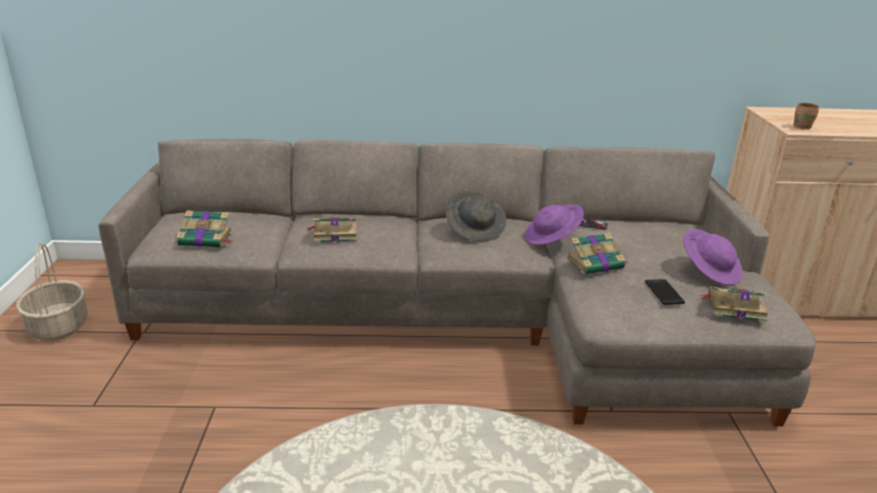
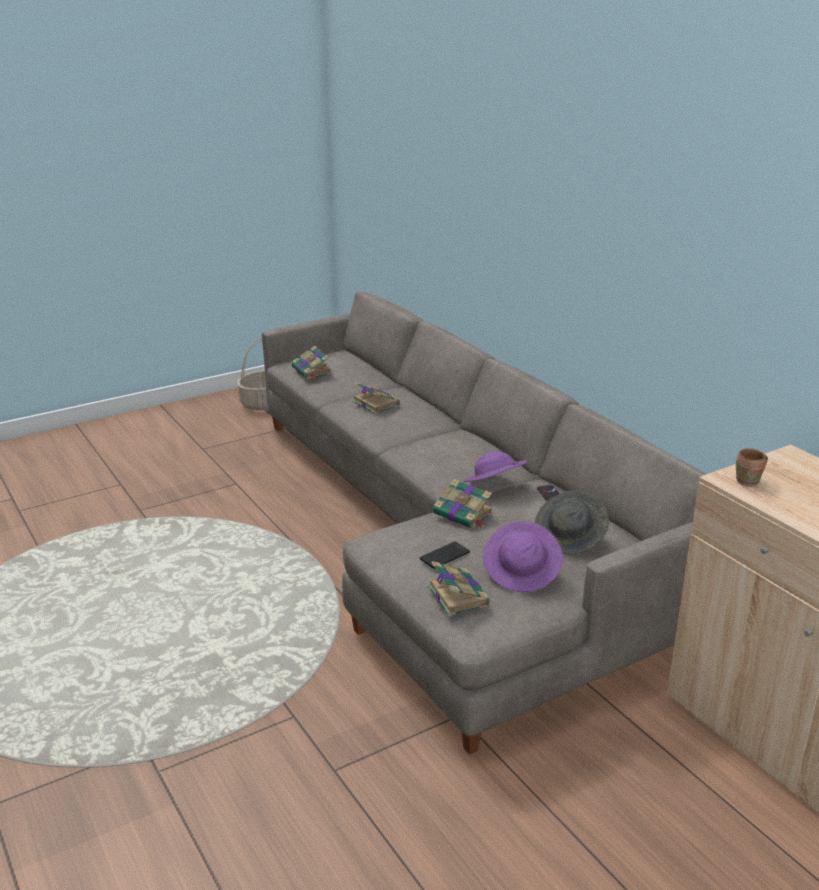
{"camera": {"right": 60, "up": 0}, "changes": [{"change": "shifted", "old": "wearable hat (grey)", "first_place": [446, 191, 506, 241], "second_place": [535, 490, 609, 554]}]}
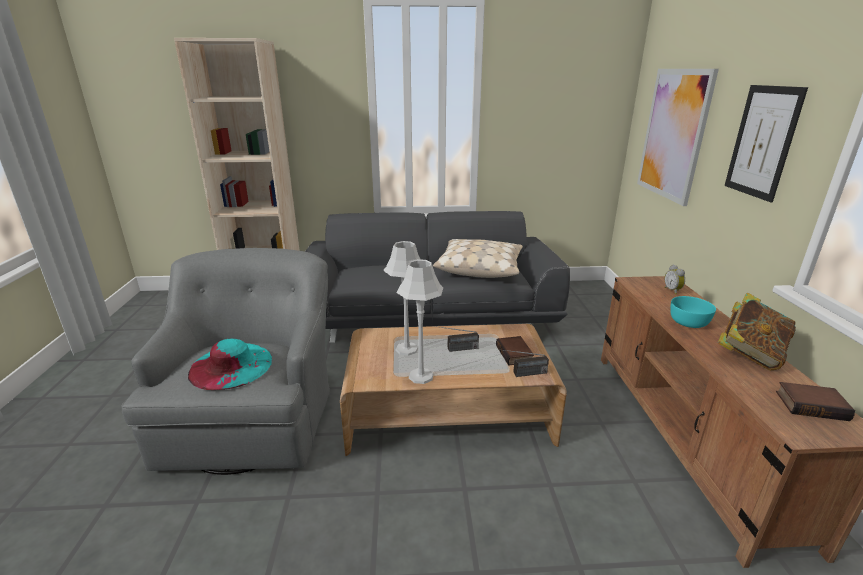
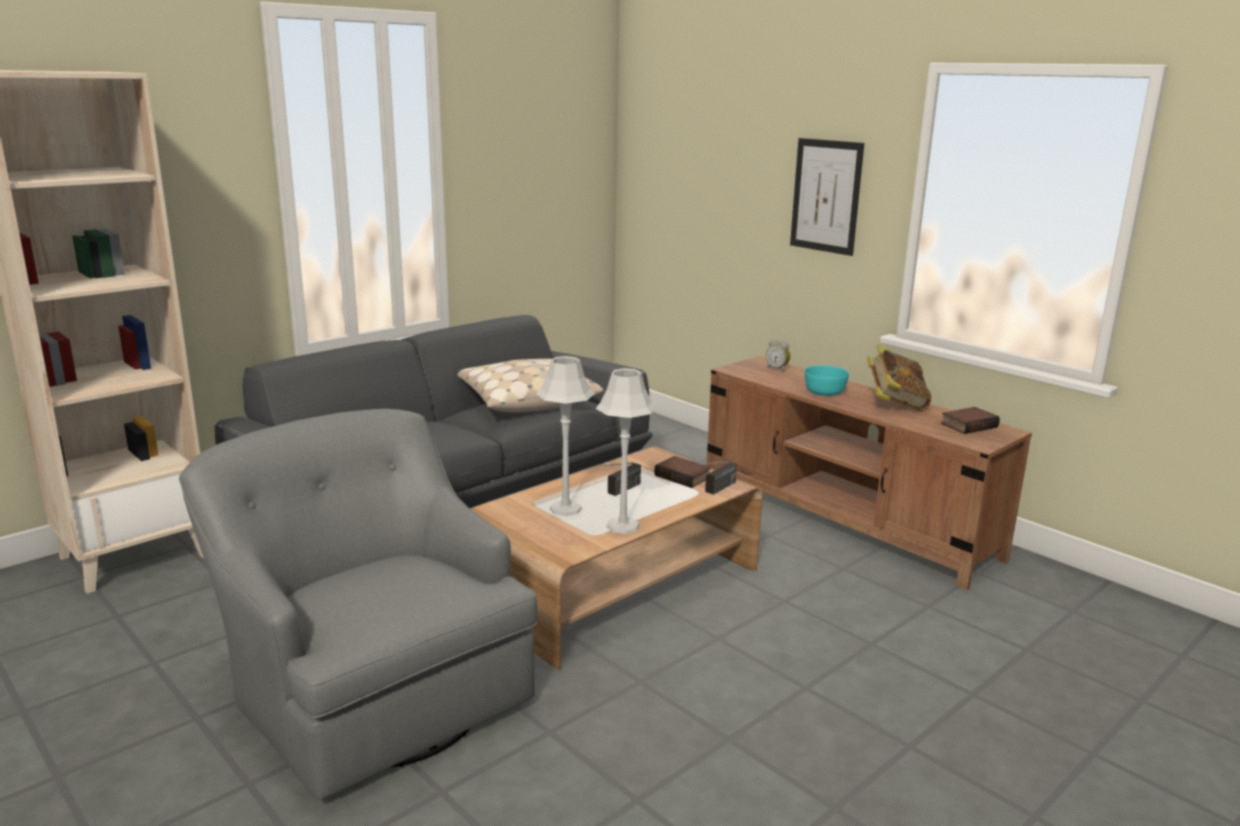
{"camera": {"right": -40, "up": -5}, "changes": [{"change": "gone", "old": "wearable hat (turquoise)", "first_place": [188, 339, 272, 390]}, {"change": "gone", "old": "wall art", "first_place": [637, 69, 719, 206]}]}
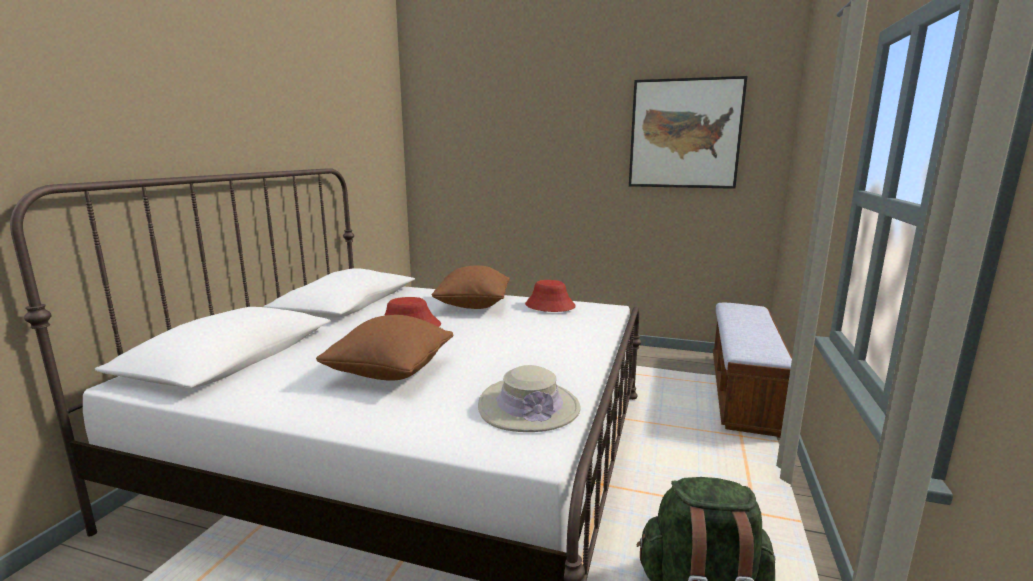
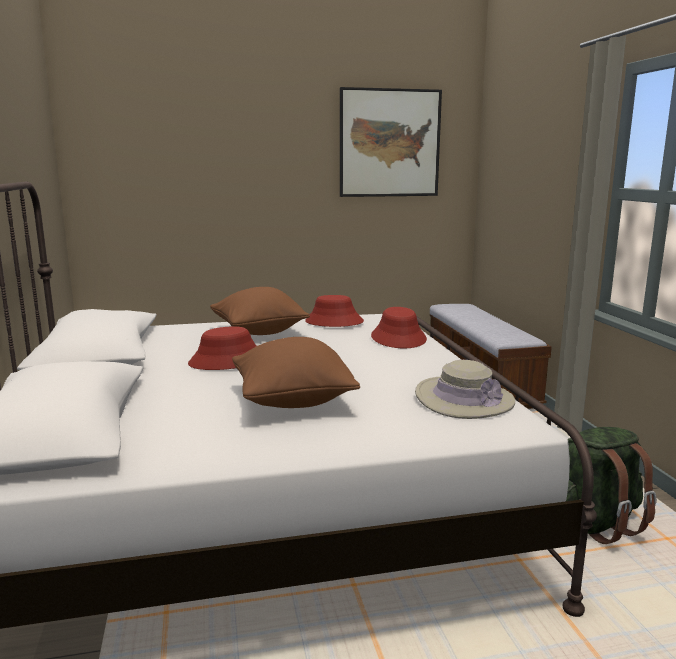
{"camera": {"right": -30, "up": 0}, "changes": [{"change": "new", "new": "wearable hat (red)", "second_place": [371, 307, 427, 348]}]}
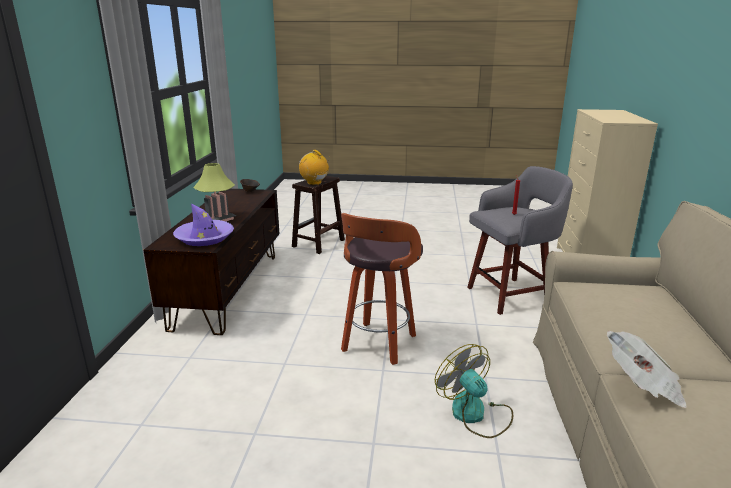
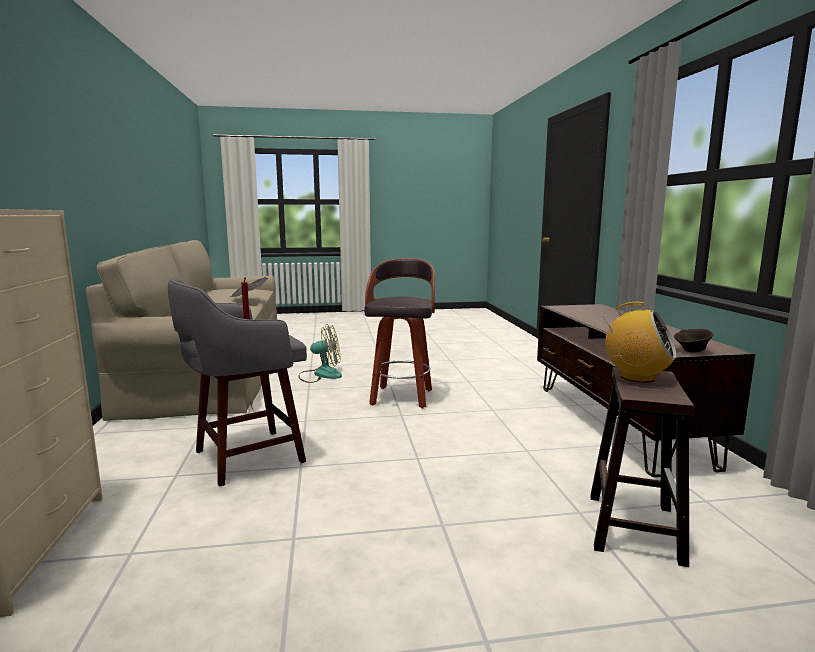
{"camera": {"right": 165, "up": -10}, "changes": [{"change": "gone", "old": "wearable hat (purple)", "first_place": [173, 204, 234, 246]}, {"change": "gone", "old": "lamp for a table", "first_place": [193, 163, 236, 221]}, {"change": "rotated", "old": "cooling fan", "first_place": [435, 344, 513, 438], "second_place": [298, 324, 342, 383], "degrees": -45}]}
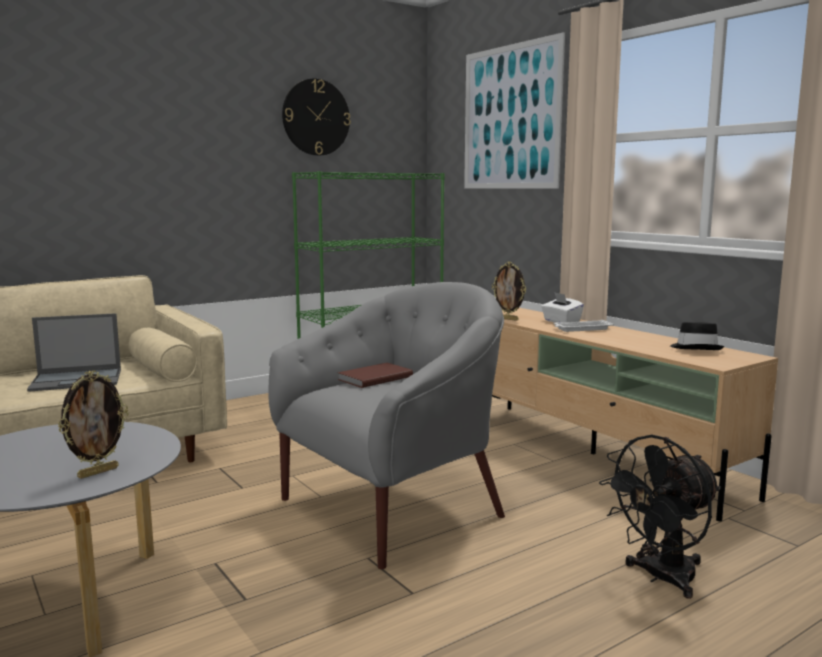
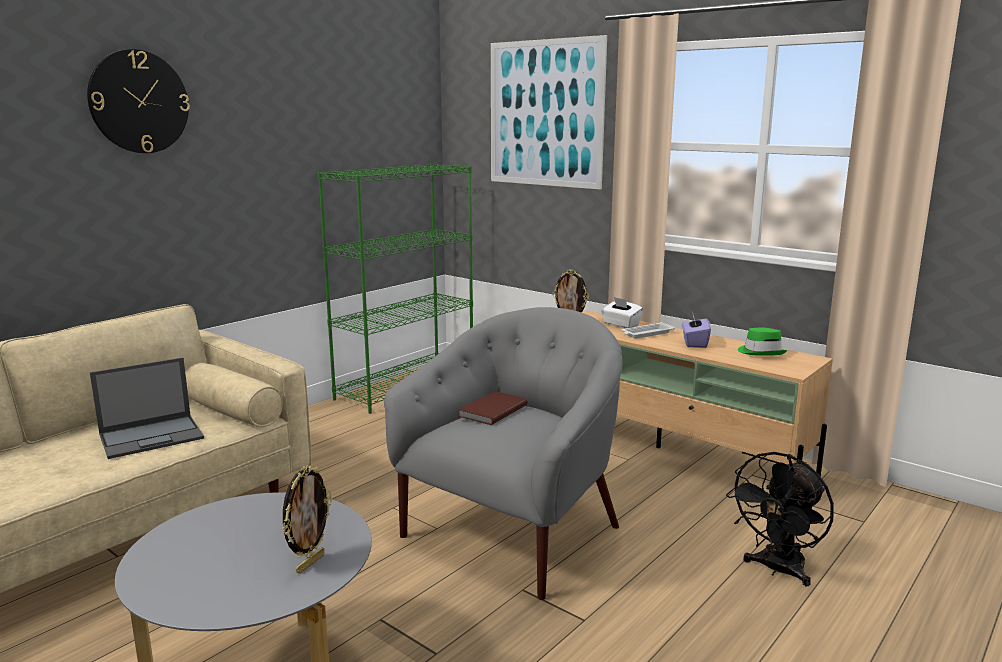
{"camera": {"right": -15, "up": 5}, "changes": [{"change": "new", "new": "box of tissues (purple)", "second_place": [682, 311, 711, 348]}, {"change": "shifted", "old": "clock on the wall", "first_place": [282, 78, 351, 156], "second_place": [87, 49, 190, 153]}, {"change": "repainted", "old": "wearable hat (black)", "new": "wearable hat (green-coloured)", "first_place": [670, 322, 724, 350], "second_place": [738, 327, 787, 356]}]}
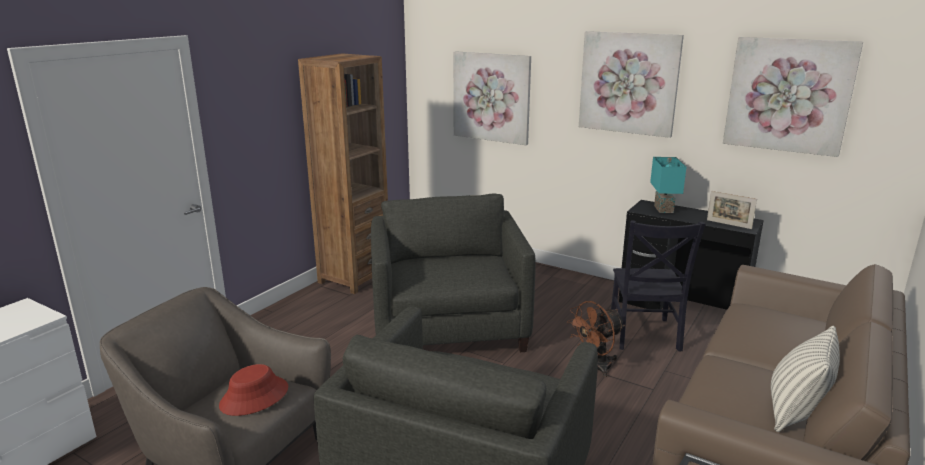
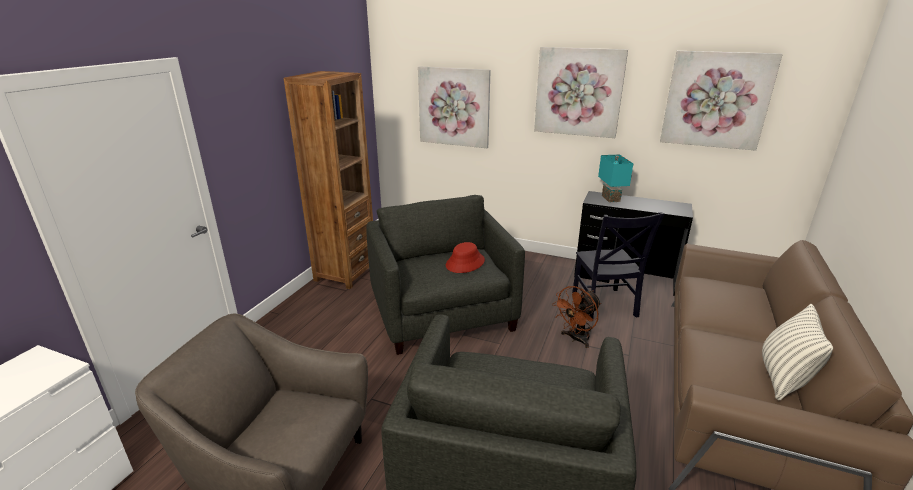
{"camera": {"right": -10, "up": 5}, "changes": [{"change": "gone", "old": "picture frame", "first_place": [707, 191, 757, 229]}, {"change": "shifted", "old": "wearable hat (red)", "first_place": [219, 364, 288, 416], "second_place": [446, 242, 485, 273]}]}
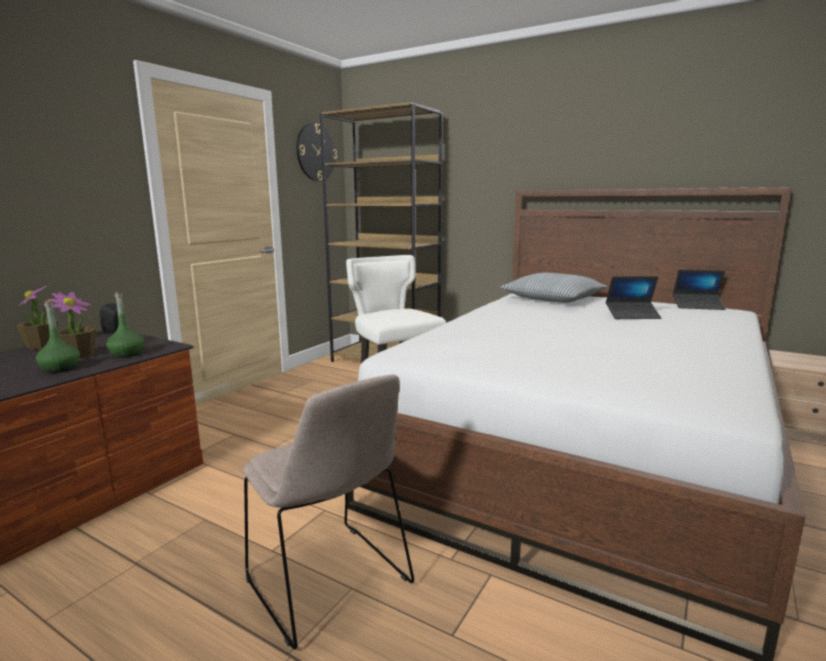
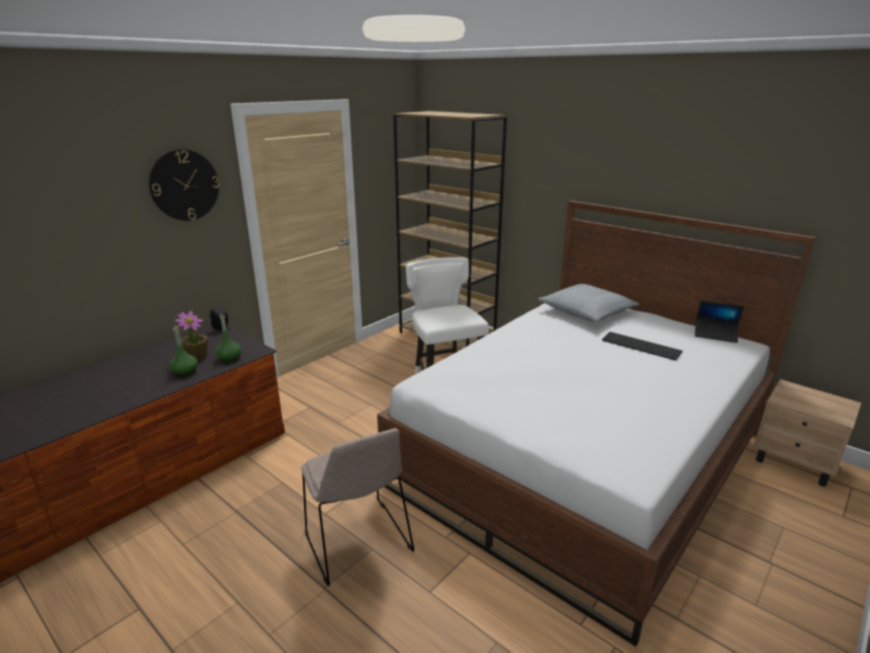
{"camera": {"right": 10, "up": 10}, "changes": [{"change": "gone", "old": "potted plant", "first_place": [16, 286, 58, 350]}, {"change": "shifted", "old": "clock on the wall", "first_place": [296, 122, 337, 181], "second_place": [149, 149, 220, 221]}, {"change": "swapped", "old": "notebook computer", "new": "PC keyboard", "first_place": [606, 276, 662, 319], "second_place": [602, 332, 683, 361]}]}
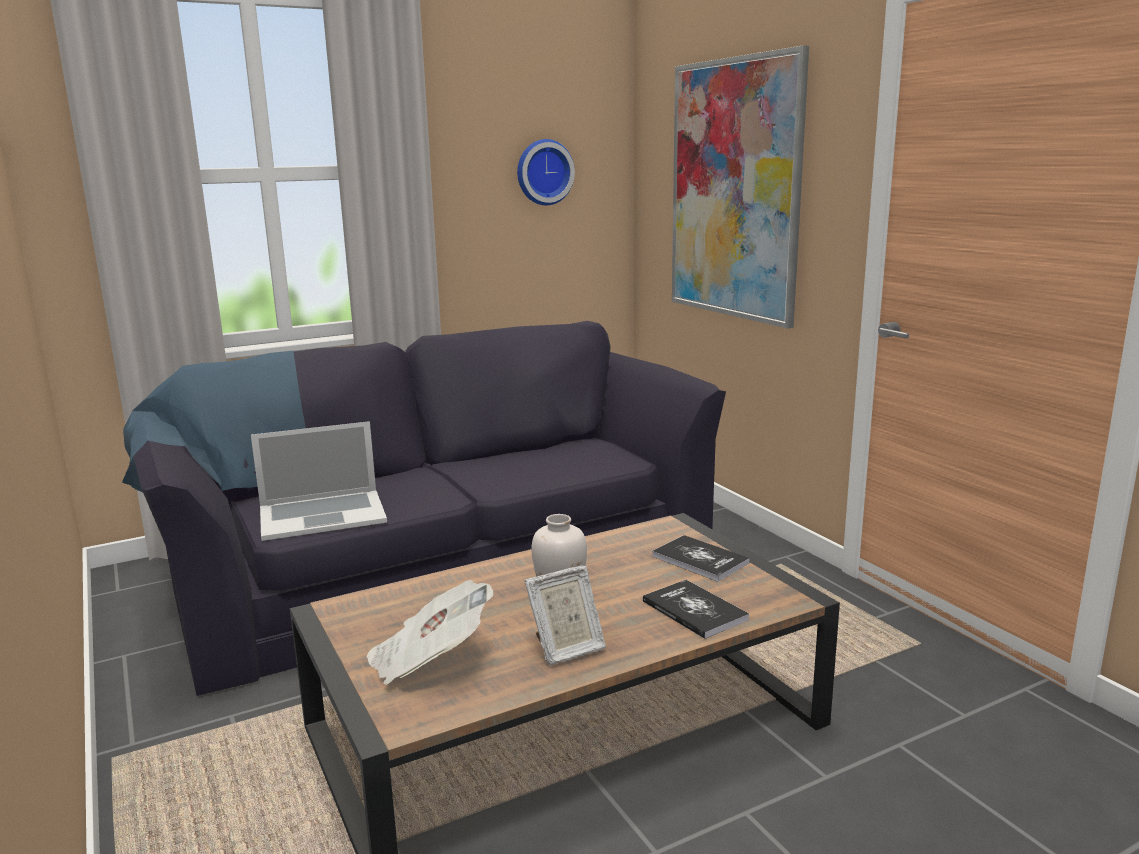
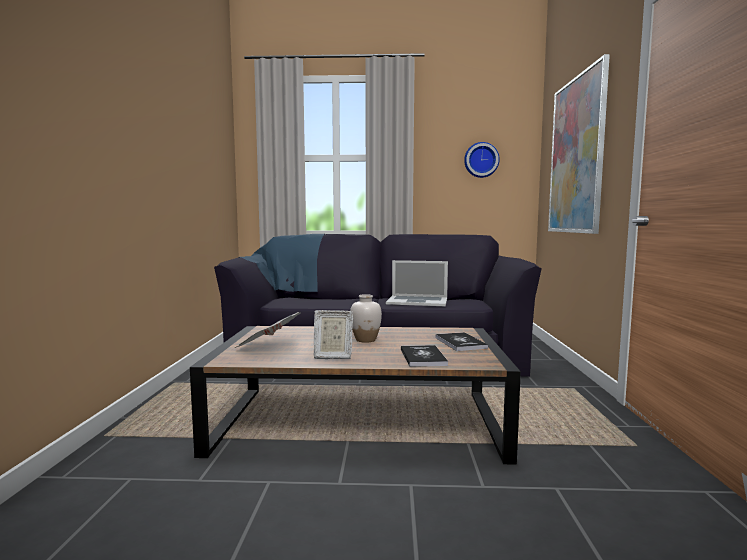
{"camera": {"right": 30, "up": -10}, "changes": [{"change": "shifted", "old": "notebook computer", "first_place": [251, 421, 387, 541], "second_place": [386, 260, 448, 306]}]}
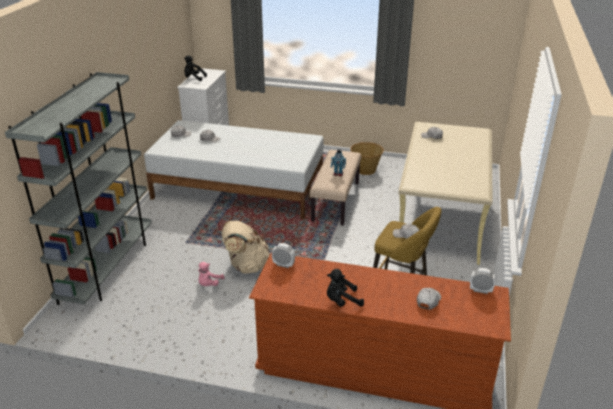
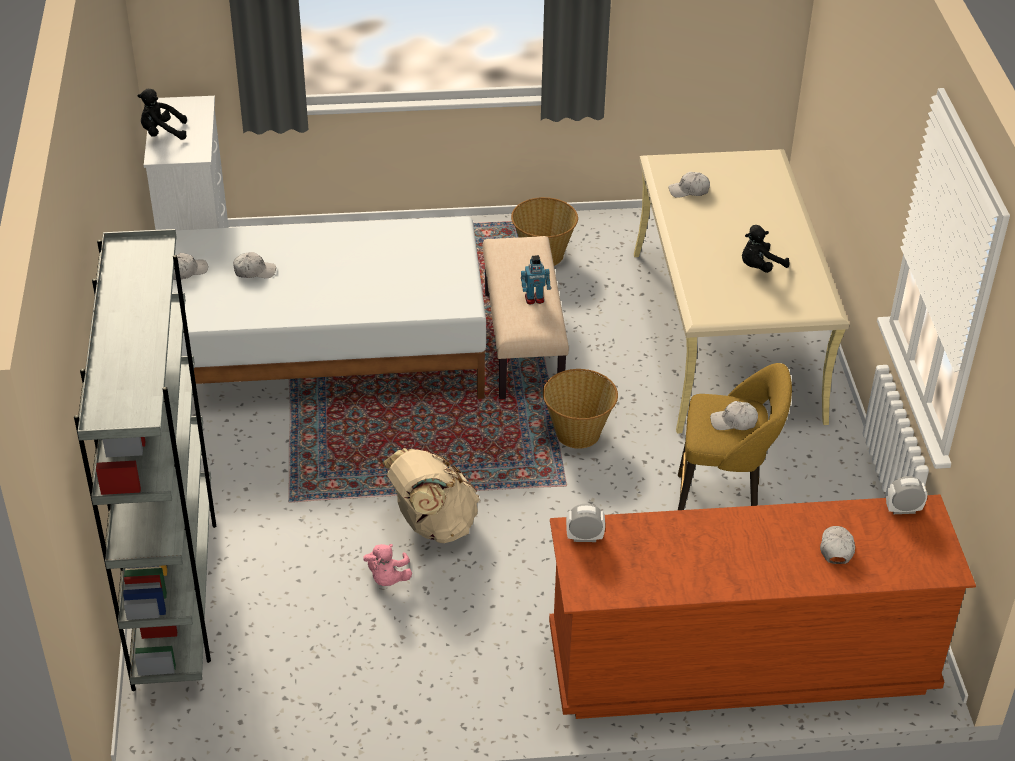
{"camera": {"right": -20, "up": 10}, "changes": [{"change": "new", "new": "basket", "second_place": [543, 369, 618, 449]}, {"change": "shifted", "old": "soft toy (black)", "first_place": [327, 269, 364, 307], "second_place": [742, 225, 790, 273]}]}
